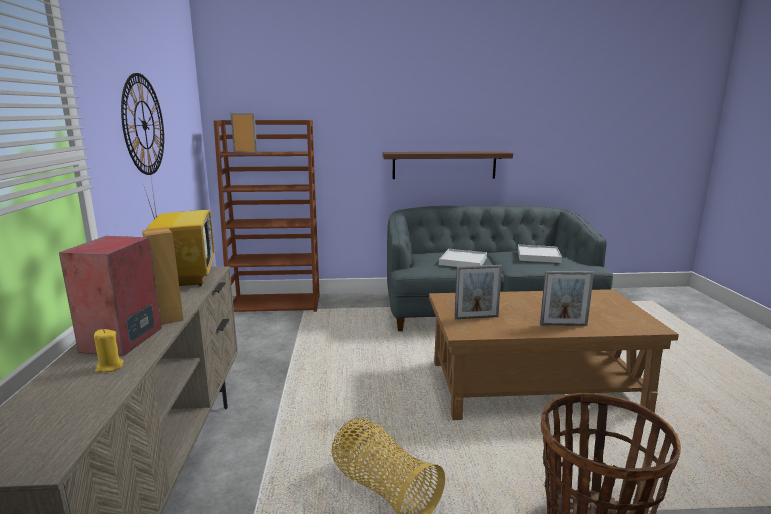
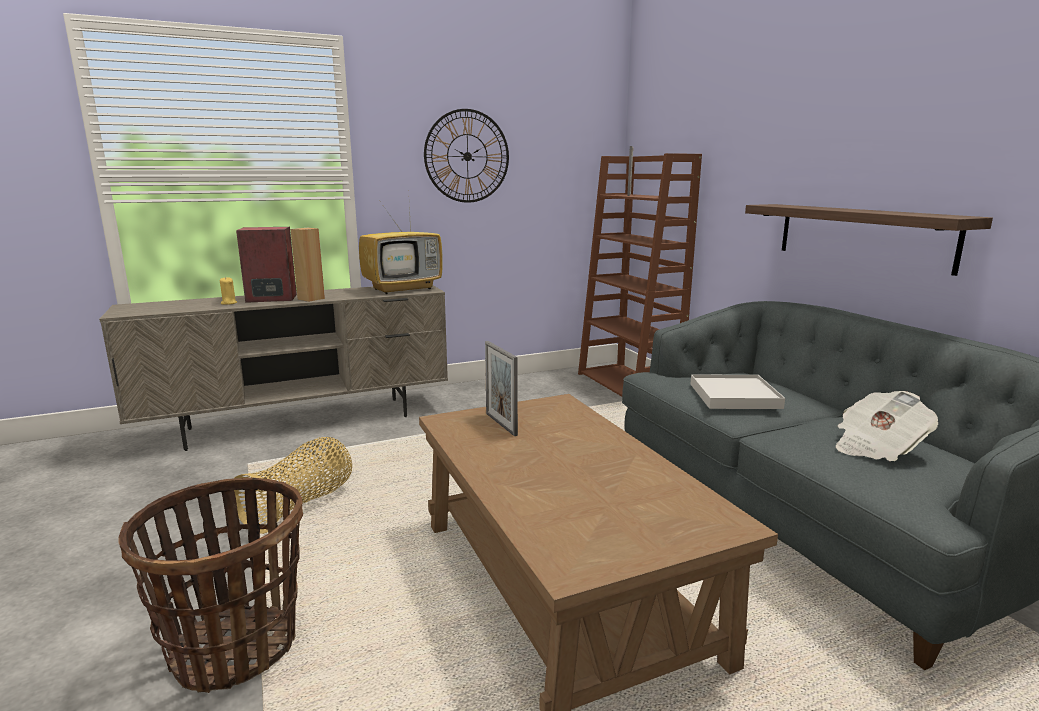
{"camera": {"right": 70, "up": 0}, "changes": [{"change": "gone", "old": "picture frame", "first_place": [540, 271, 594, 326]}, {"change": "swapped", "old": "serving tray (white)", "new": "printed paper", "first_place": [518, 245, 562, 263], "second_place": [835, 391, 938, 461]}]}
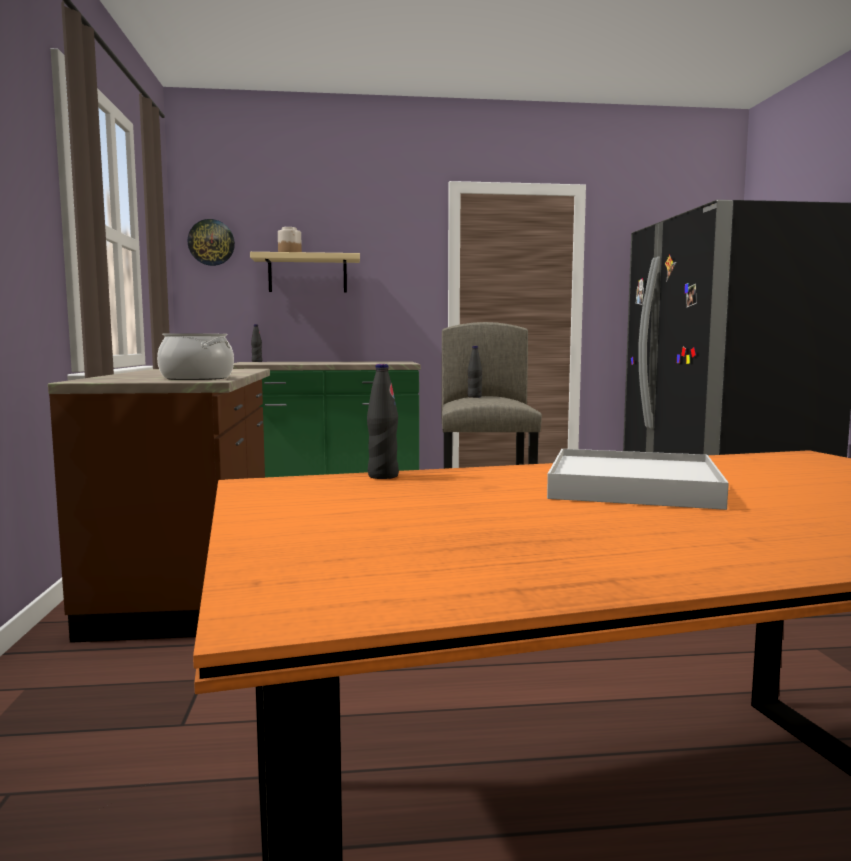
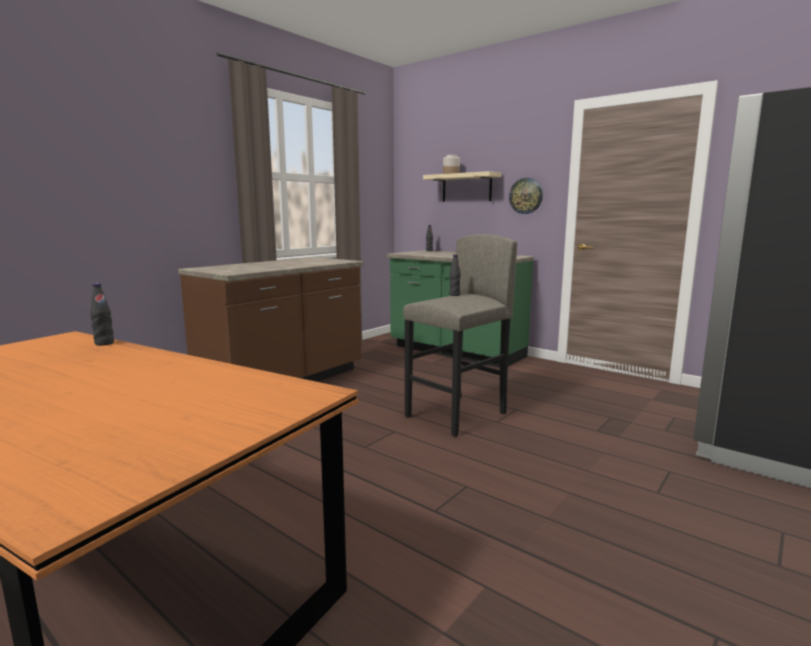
{"camera": {"right": 45, "up": 5}, "changes": [{"change": "gone", "old": "stockpot", "first_place": [157, 333, 234, 380]}, {"change": "gone", "old": "serving tray (white)", "first_place": [547, 449, 729, 510]}, {"change": "shifted", "old": "clock on the wall", "first_place": [188, 219, 235, 266], "second_place": [509, 178, 543, 214]}]}
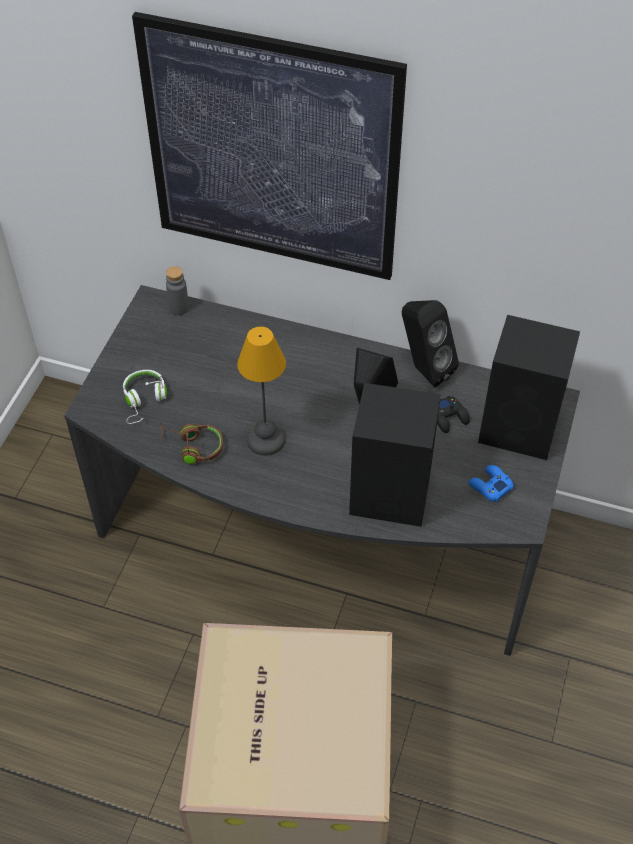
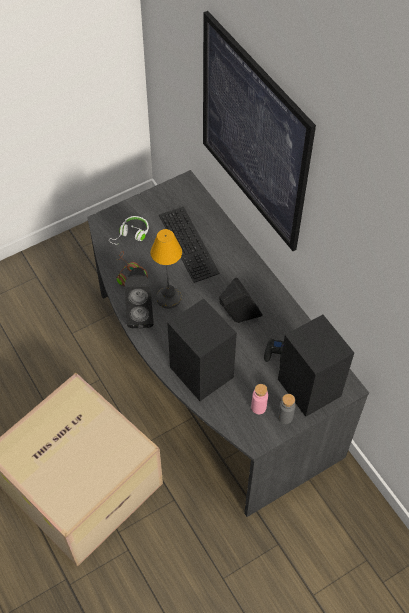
{"camera": {"right": 40, "up": 5}, "changes": [{"change": "new", "new": "PC keyboard", "second_place": [159, 207, 220, 283]}, {"change": "shifted", "old": "beverage bottle (grey)", "first_place": [166, 266, 189, 315], "second_place": [278, 394, 296, 424]}, {"change": "shifted", "old": "loudspeaker (black)", "first_place": [402, 300, 459, 387], "second_place": [125, 267, 154, 329]}, {"change": "swapped", "old": "joypad (bluish)", "new": "beverage bottle (pink-coloured)", "first_place": [468, 465, 514, 502], "second_place": [251, 384, 268, 414]}]}
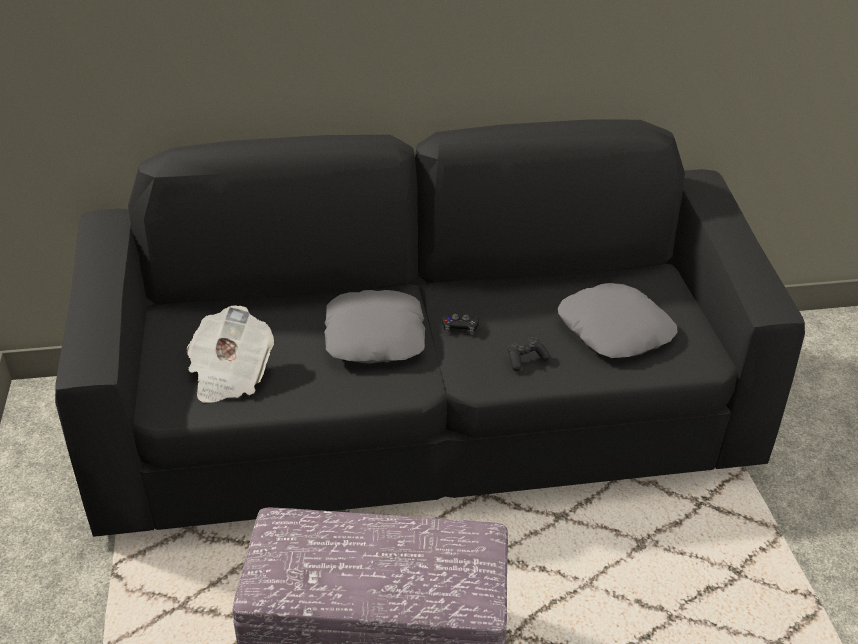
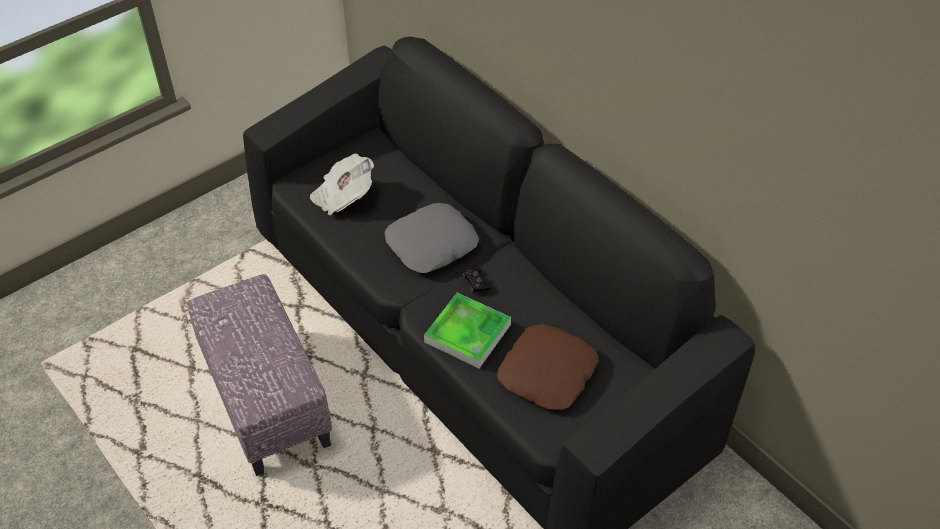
{"camera": {"right": 60, "up": 10}, "changes": [{"change": "swapped", "old": "joypad (black)", "new": "serving tray", "first_place": [508, 337, 550, 372], "second_place": [424, 293, 511, 369]}, {"change": "repainted", "old": "cushion (grey)", "new": "cushion (brown)", "first_place": [558, 283, 678, 358], "second_place": [497, 324, 599, 410]}]}
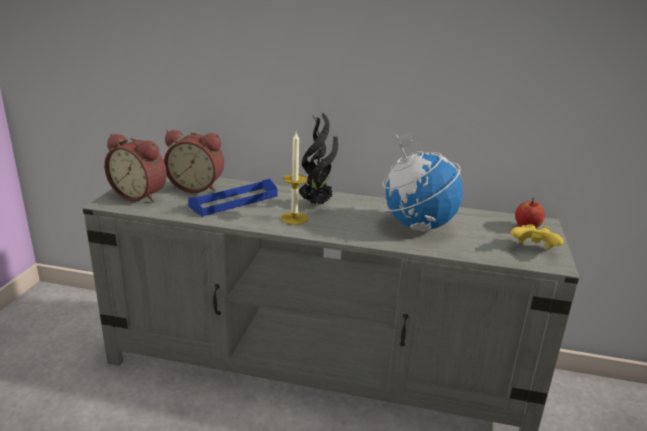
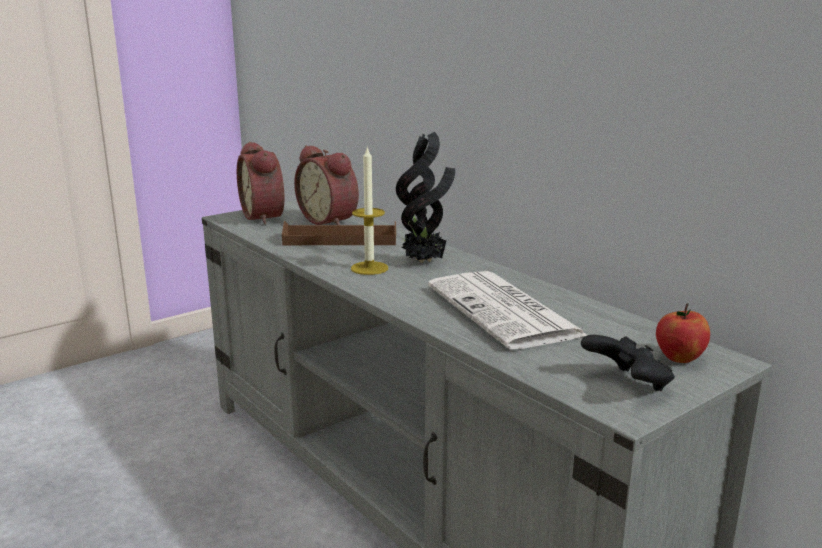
{"camera": {"right": 40, "up": -5}, "changes": [{"change": "swapped", "old": "world globe", "new": "printed paper", "first_place": [381, 132, 463, 231], "second_place": [428, 271, 587, 349]}, {"change": "repainted", "old": "serving tray (bluish)", "new": "serving tray (brown)", "first_place": [188, 179, 278, 217], "second_place": [282, 221, 396, 245]}, {"change": "repainted", "old": "joypad (yellow)", "new": "joypad (black)", "first_place": [511, 224, 564, 249], "second_place": [581, 335, 675, 391]}]}
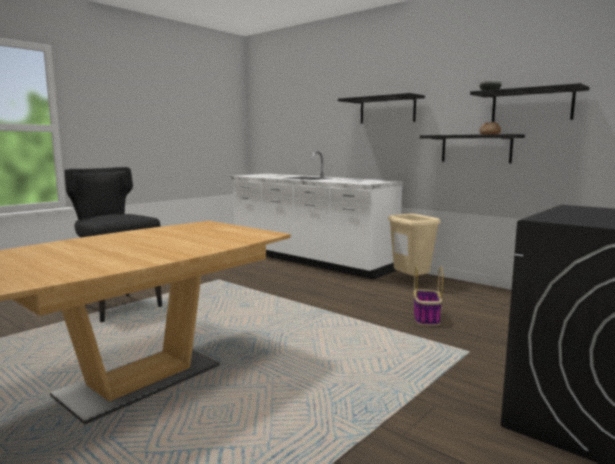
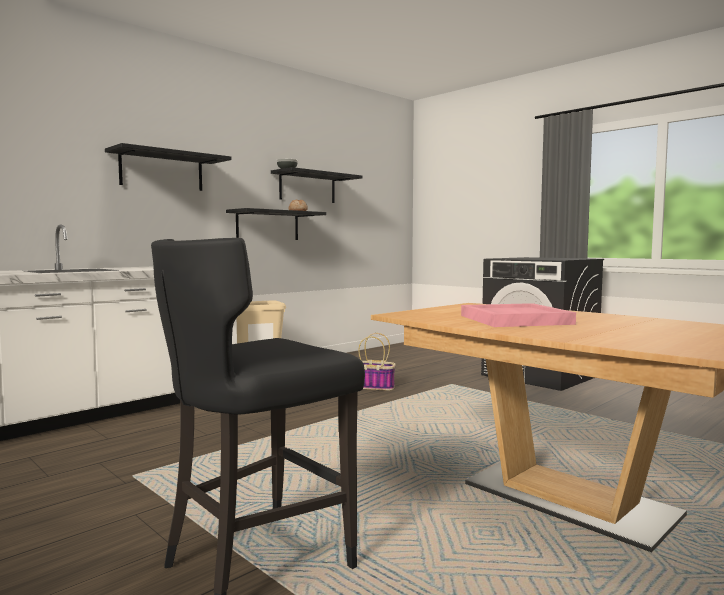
{"camera": {"right": -85, "up": -5}, "changes": [{"change": "new", "new": "serving tray (pink-coloured)", "second_place": [461, 303, 576, 327]}]}
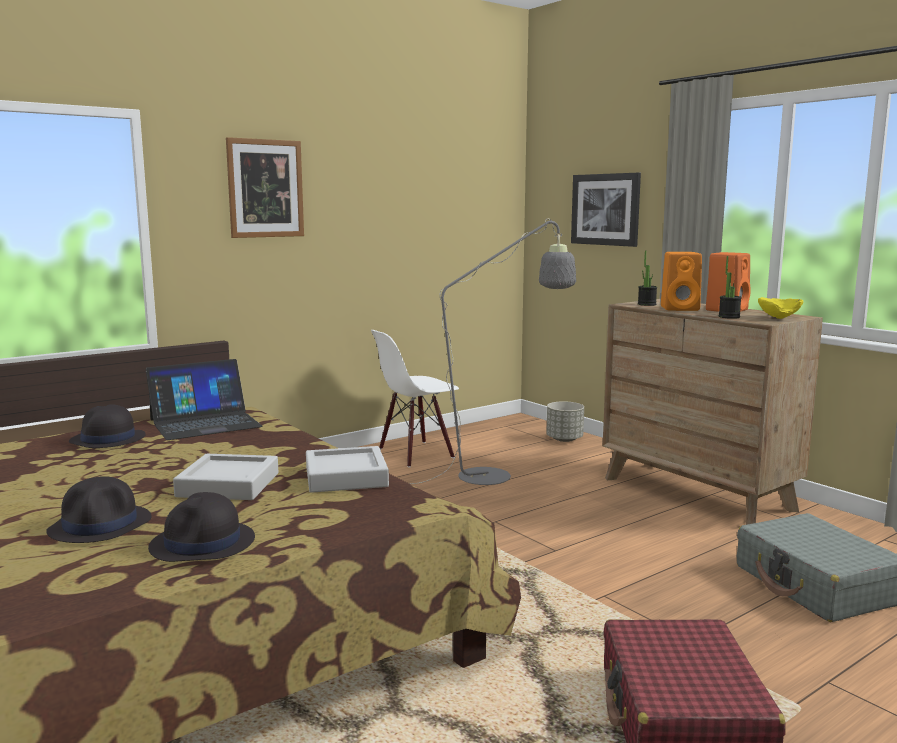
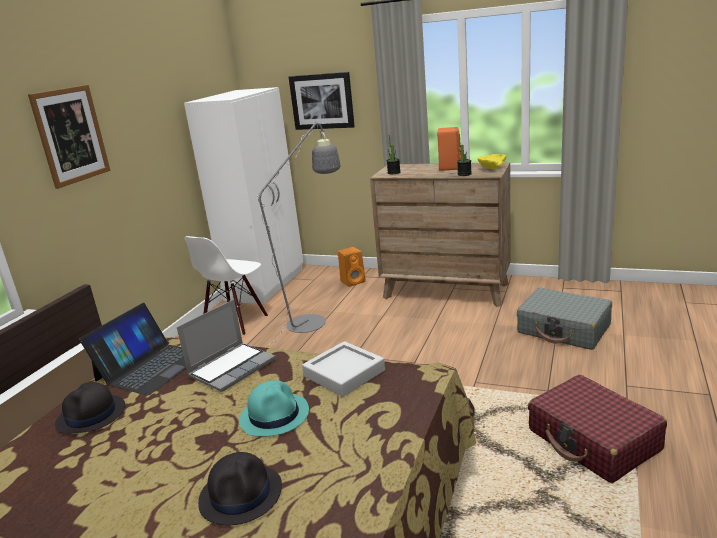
{"camera": {"right": -30, "up": 10}, "changes": [{"change": "gone", "old": "wearable hat (black)", "first_place": [148, 492, 255, 562]}, {"change": "gone", "old": "plant pot (grey)", "first_place": [546, 401, 584, 442]}, {"change": "new", "new": "notebook computer", "second_place": [177, 299, 276, 392]}, {"change": "new", "new": "armoire (white)", "second_place": [184, 87, 303, 305]}, {"change": "shifted", "old": "loudspeaker (orange-coloured)", "first_place": [661, 252, 702, 311], "second_place": [338, 247, 366, 287]}, {"change": "swapped", "old": "serving tray (grey)", "new": "wearable hat (turquoise)", "first_place": [173, 454, 278, 500], "second_place": [239, 381, 309, 436]}]}
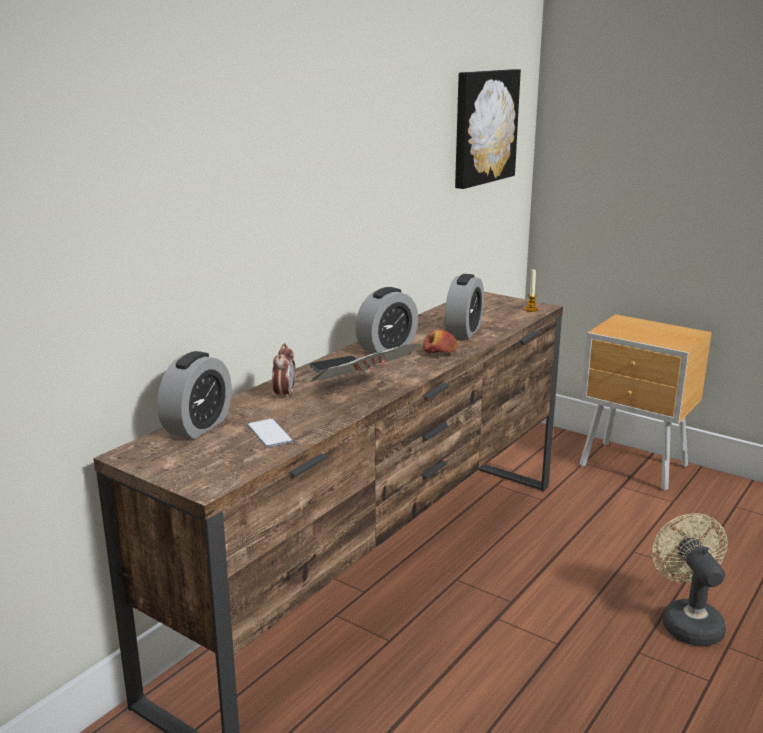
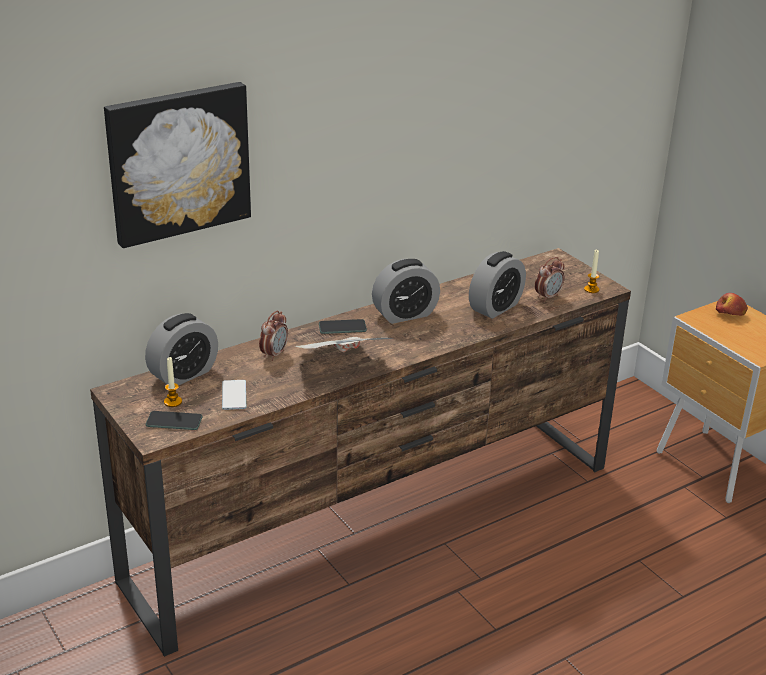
{"camera": {"right": 20, "up": 10}, "changes": [{"change": "gone", "old": "cooling fan (beige-coloured)", "first_place": [652, 513, 728, 646]}, {"change": "new", "new": "telephone", "second_place": [146, 411, 203, 430]}, {"change": "new", "new": "wax light", "second_place": [164, 357, 182, 407]}, {"change": "new", "new": "alarm clock", "second_place": [535, 257, 565, 302]}, {"change": "shifted", "old": "whole apple", "first_place": [423, 330, 458, 354], "second_place": [716, 293, 748, 316]}, {"change": "shifted", "old": "wall art", "first_place": [455, 69, 521, 189], "second_place": [104, 82, 251, 248]}]}
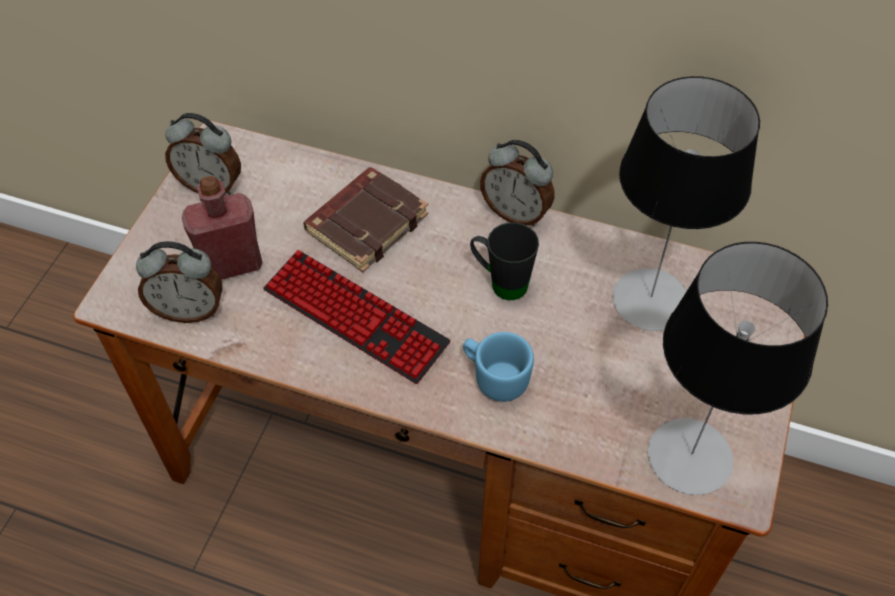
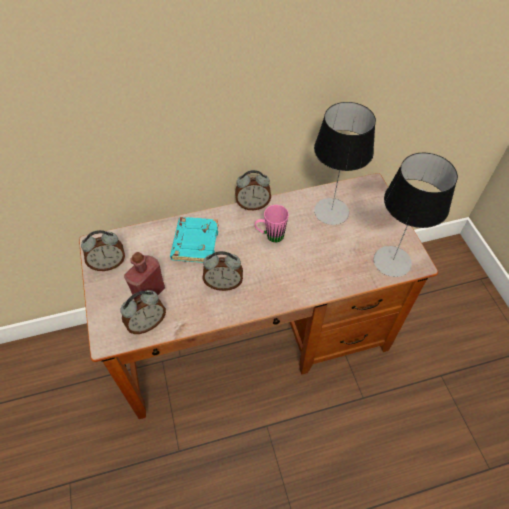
{"camera": {"right": -35, "up": 0}, "changes": [{"change": "gone", "old": "tea mug (bluish)", "first_place": [463, 332, 534, 402]}, {"change": "swapped", "old": "PC keyboard", "new": "alarm clock", "first_place": [263, 250, 451, 384], "second_place": [202, 251, 243, 291]}, {"change": "repainted", "old": "book (brown)", "new": "book (turquoise)", "first_place": [303, 167, 428, 272], "second_place": [170, 217, 219, 263]}, {"change": "repainted", "old": "tea mug (black)", "new": "tea mug (pink-coloured)", "first_place": [470, 222, 539, 300], "second_place": [254, 205, 289, 242]}]}
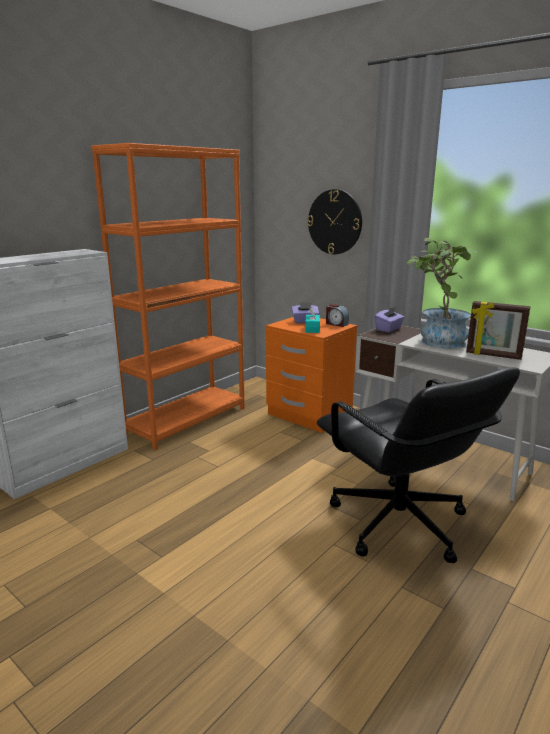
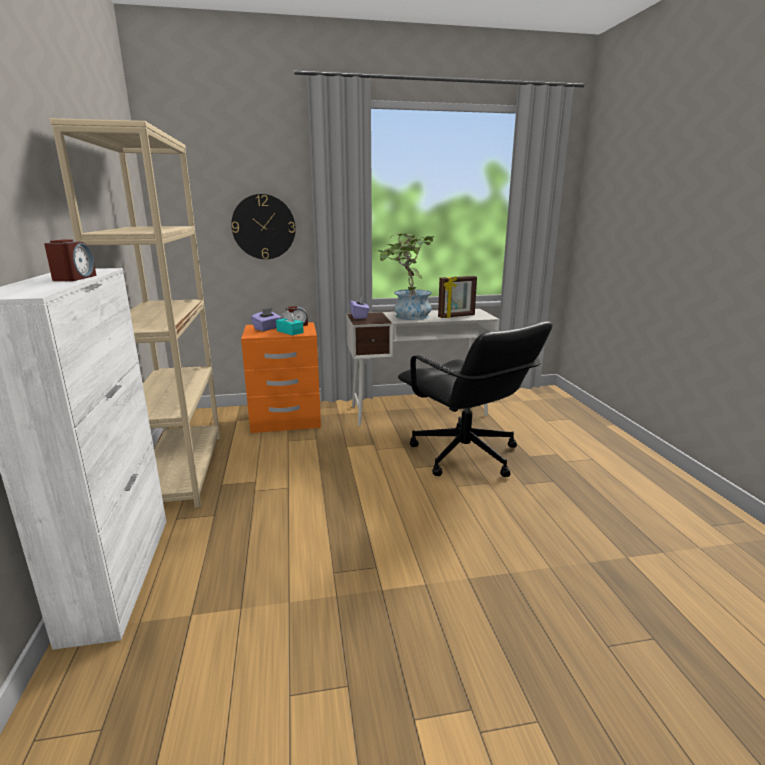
{"camera": {"right": -50, "up": 0}, "changes": [{"change": "new", "new": "alarm clock", "second_place": [44, 240, 97, 281]}, {"change": "repainted", "old": "shelving unit (orange-coloured)", "new": "shelving unit (beige-coloured)", "first_place": [91, 143, 245, 450], "second_place": [50, 118, 220, 508]}, {"change": "rotated", "old": "desk chair (black)", "first_place": [317, 367, 520, 563], "second_place": [398, 321, 553, 477], "degrees": 45}]}
